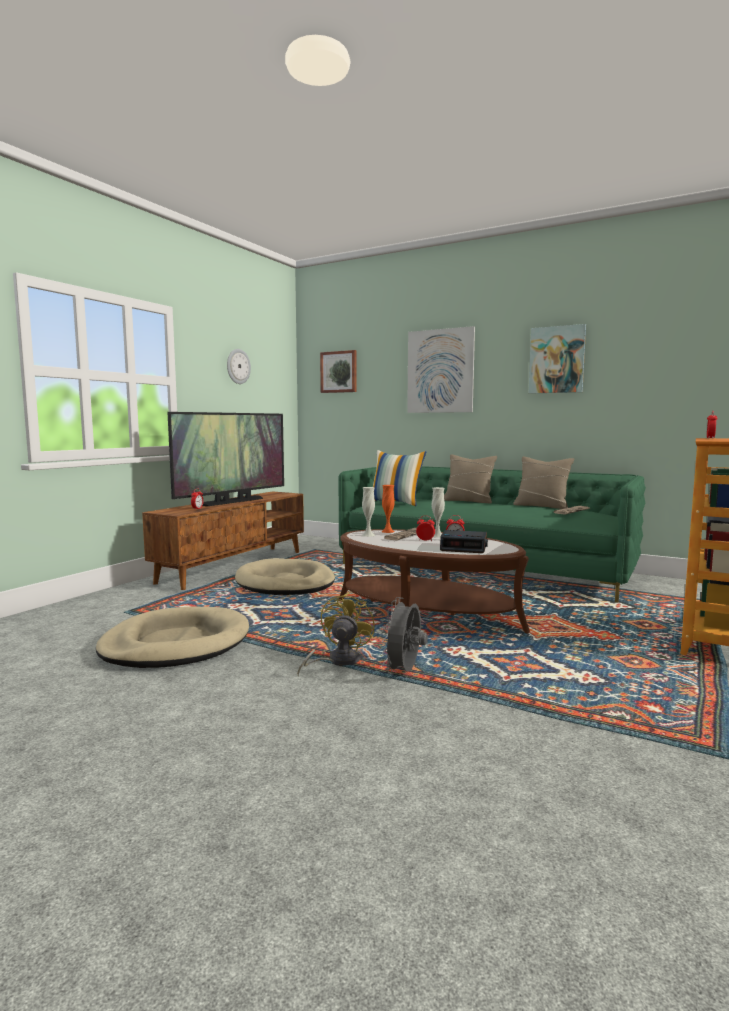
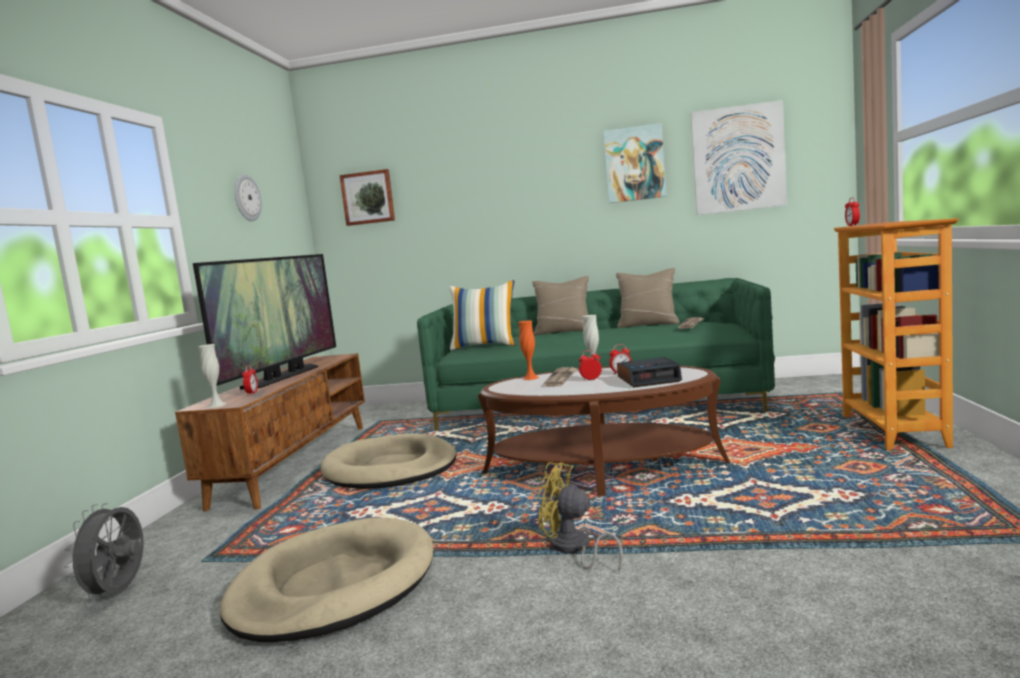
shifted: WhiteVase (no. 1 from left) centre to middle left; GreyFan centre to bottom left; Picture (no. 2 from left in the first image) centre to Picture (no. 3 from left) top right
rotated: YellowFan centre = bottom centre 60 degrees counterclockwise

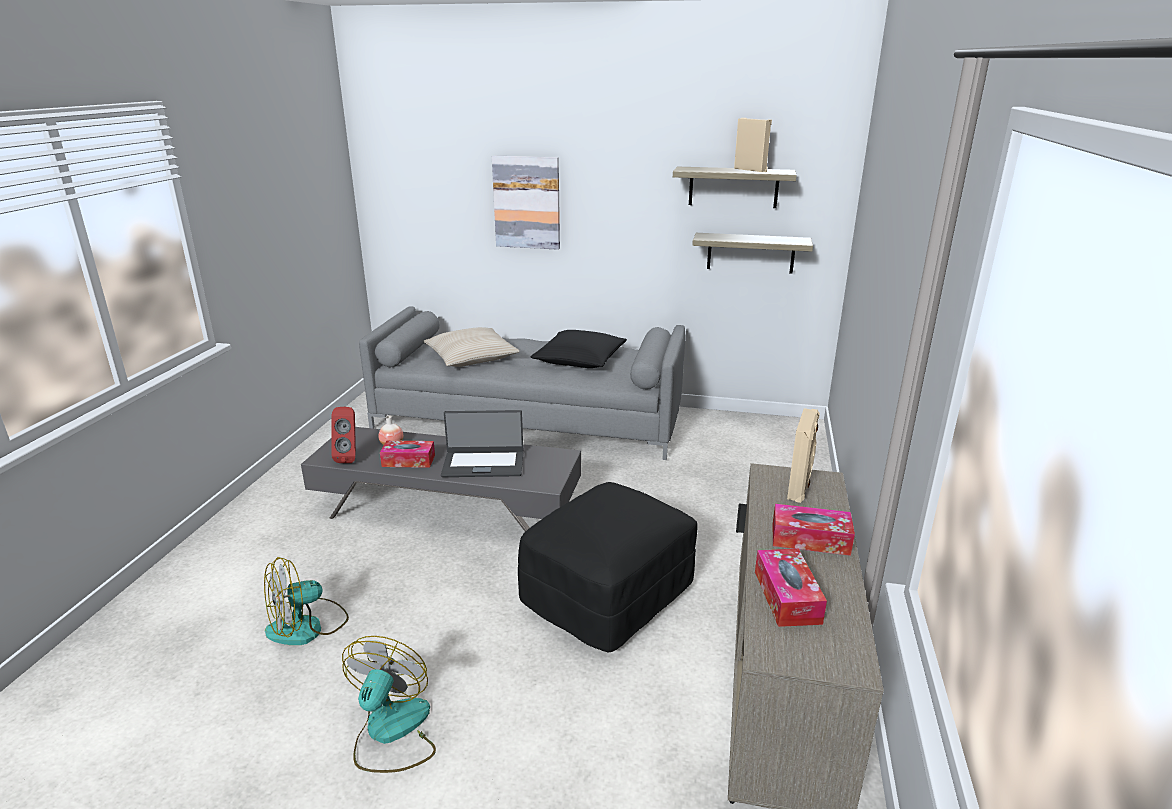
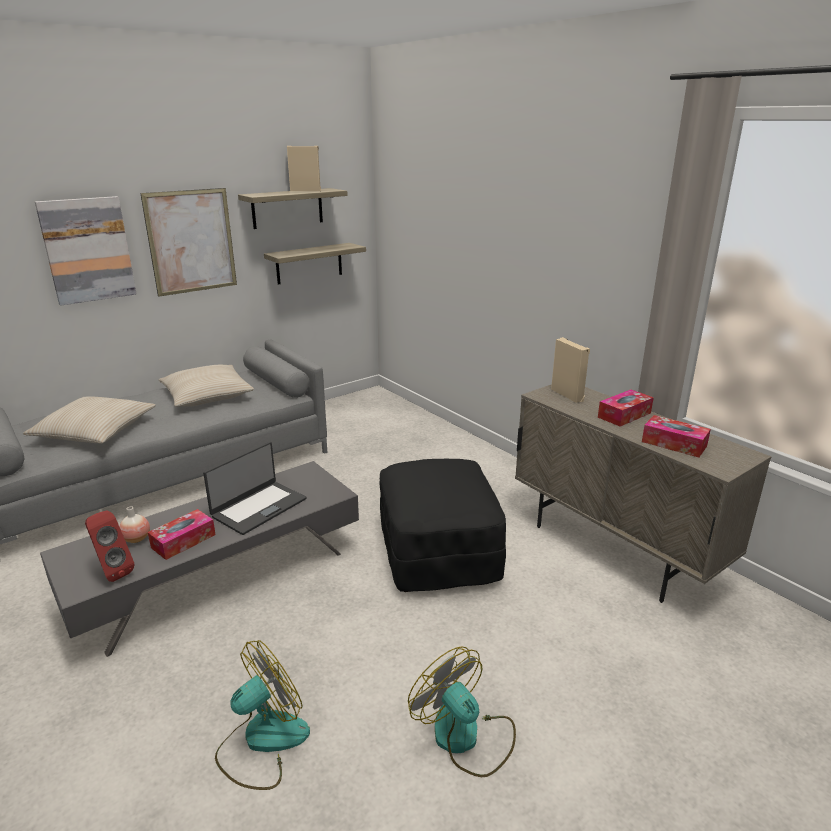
new: Picture (no. 2 from left) top left
repainted: BlackPillow centre to BeigePillow (no. 2 from left) middle left
rotated: Fan (no. 1 from left) bottom left = bottom left 135 degrees counterclockwise

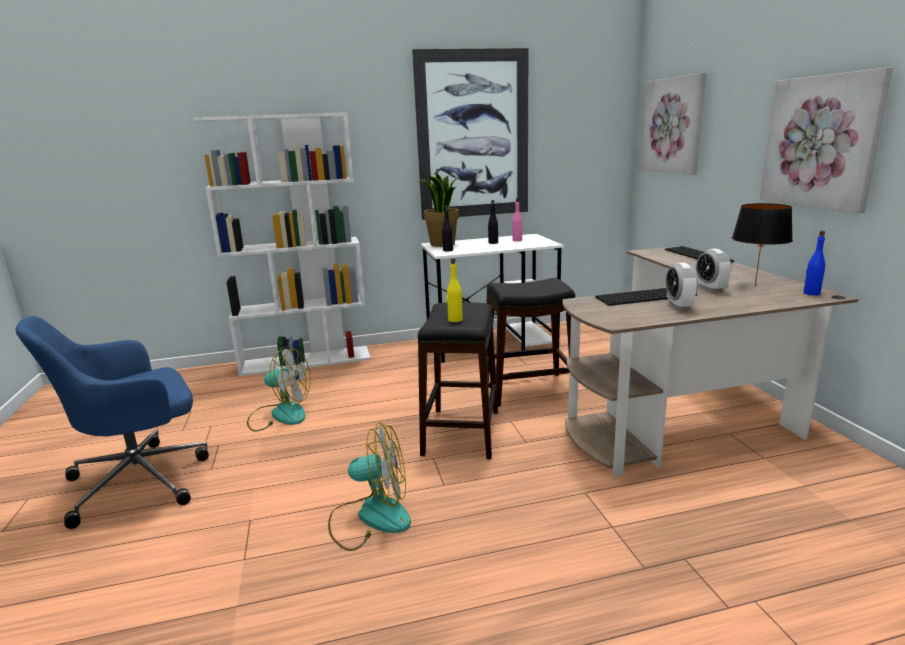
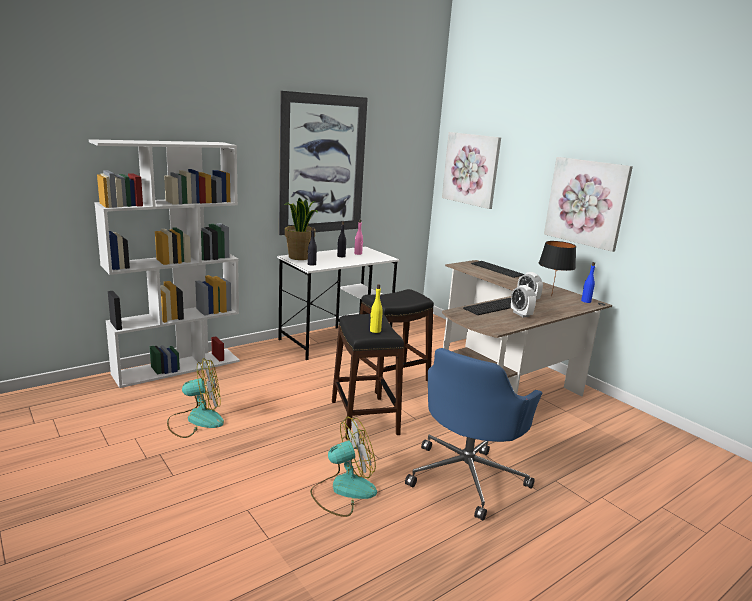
shifted: BlueOfficeChair middle left to bottom centre

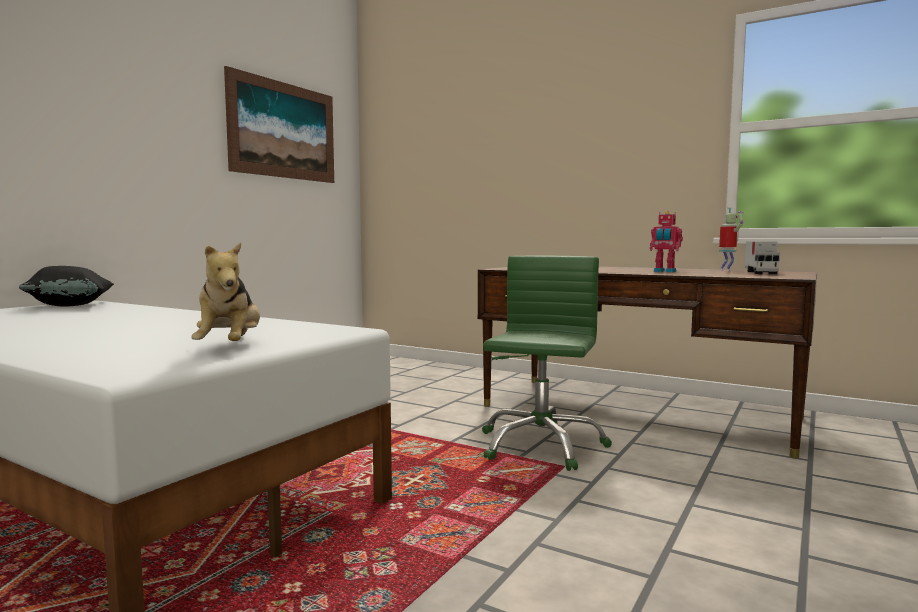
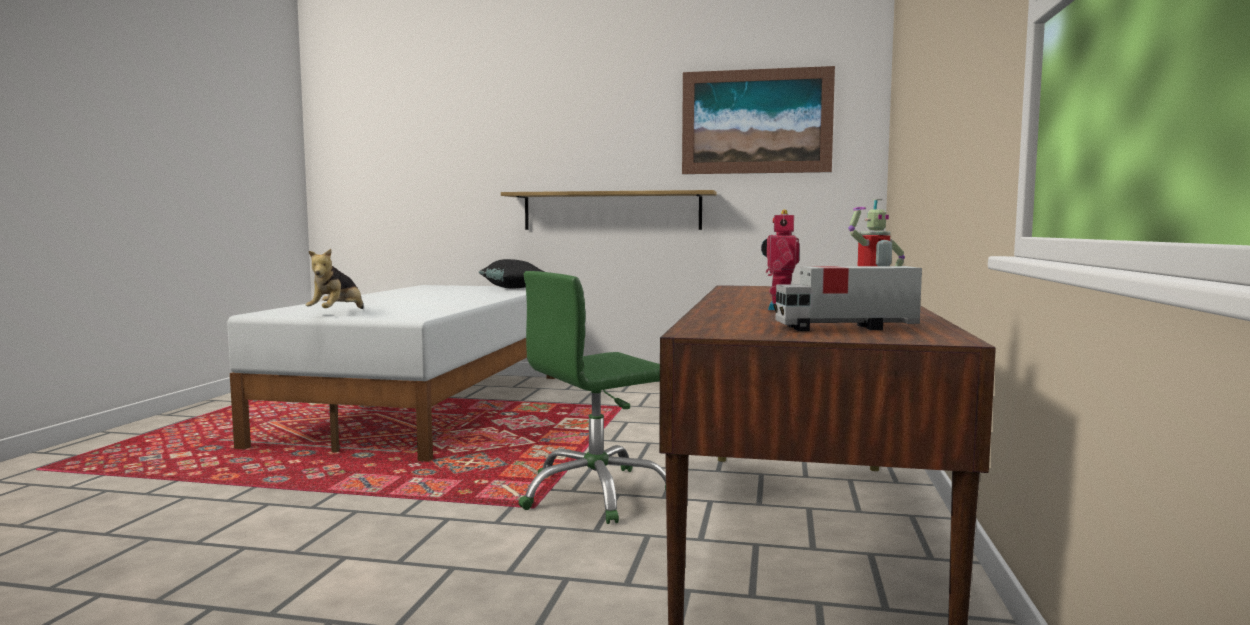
new: Shelf centre
rotated: PlushToy middle left = middle left 45 degrees counterclockwise; GreenOfficeChair centre = centre 150 degrees clockwise

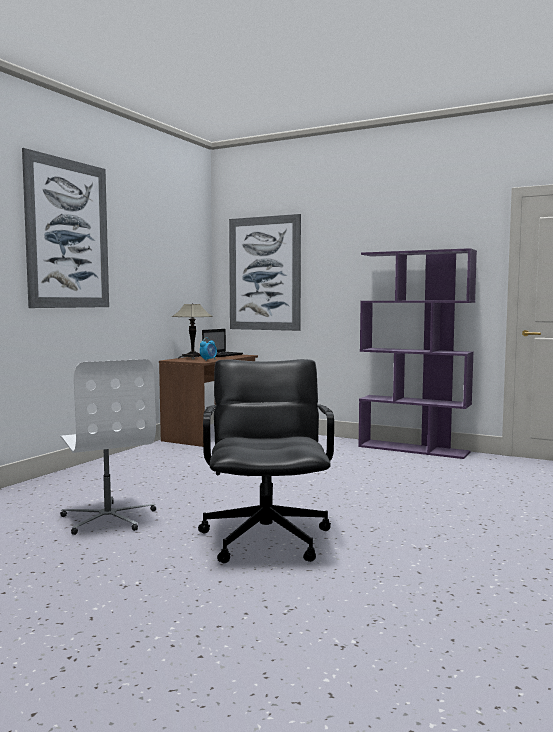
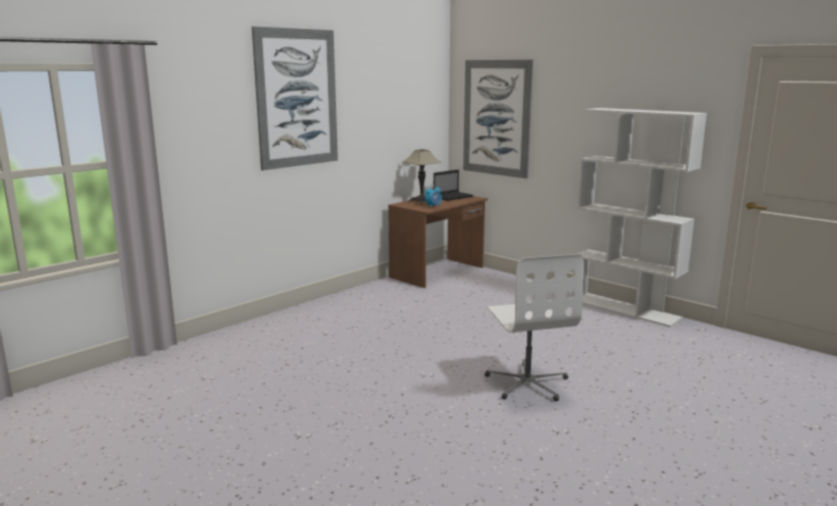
gone: BlackOfficeChair centre
shifted: WhiteOfficeChair middle left to centre
repainted: PurpleBookcase middle right to WhiteBookcase middle right

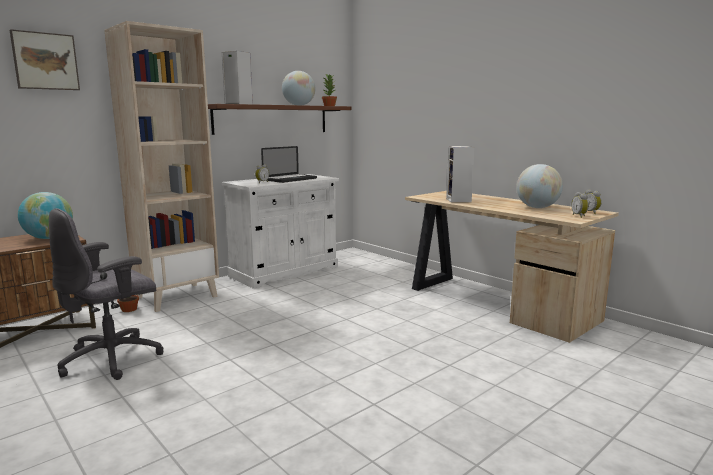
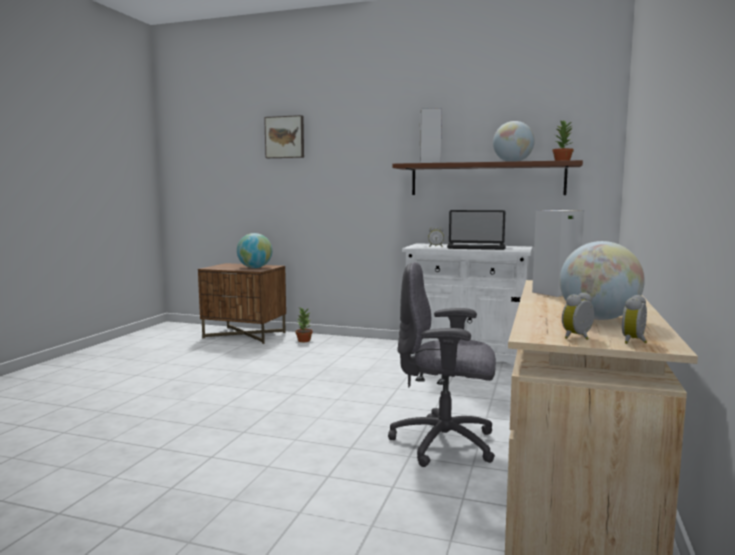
gone: BeigeBookcase middle left
shifted: GreyOfficeChair middle left to centre

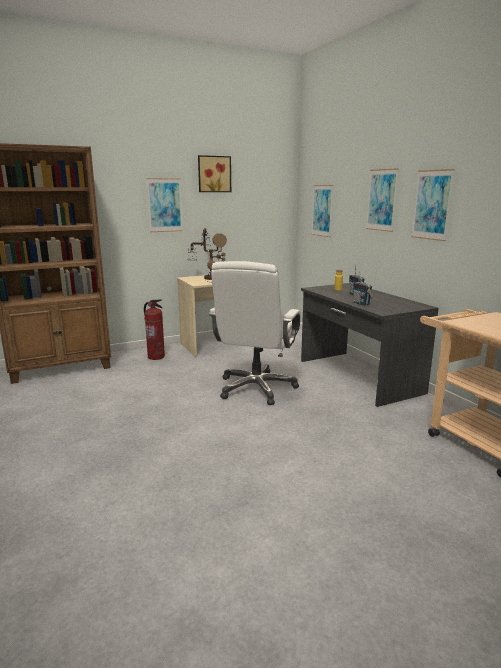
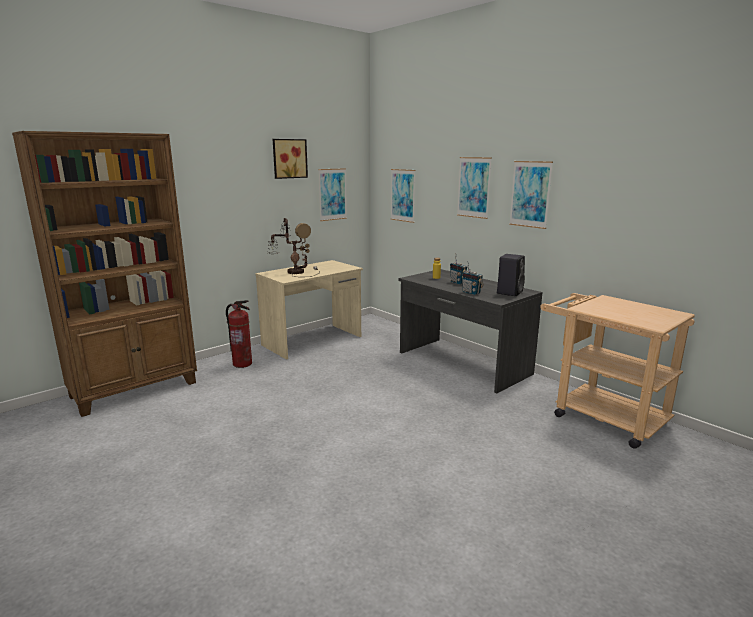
gone: WhiteOfficeChair centre
new: BlackSpeaker middle right
shifted: Picture (no. 1 from left in the first image) top left to Picture (no. 2 from left) top centre

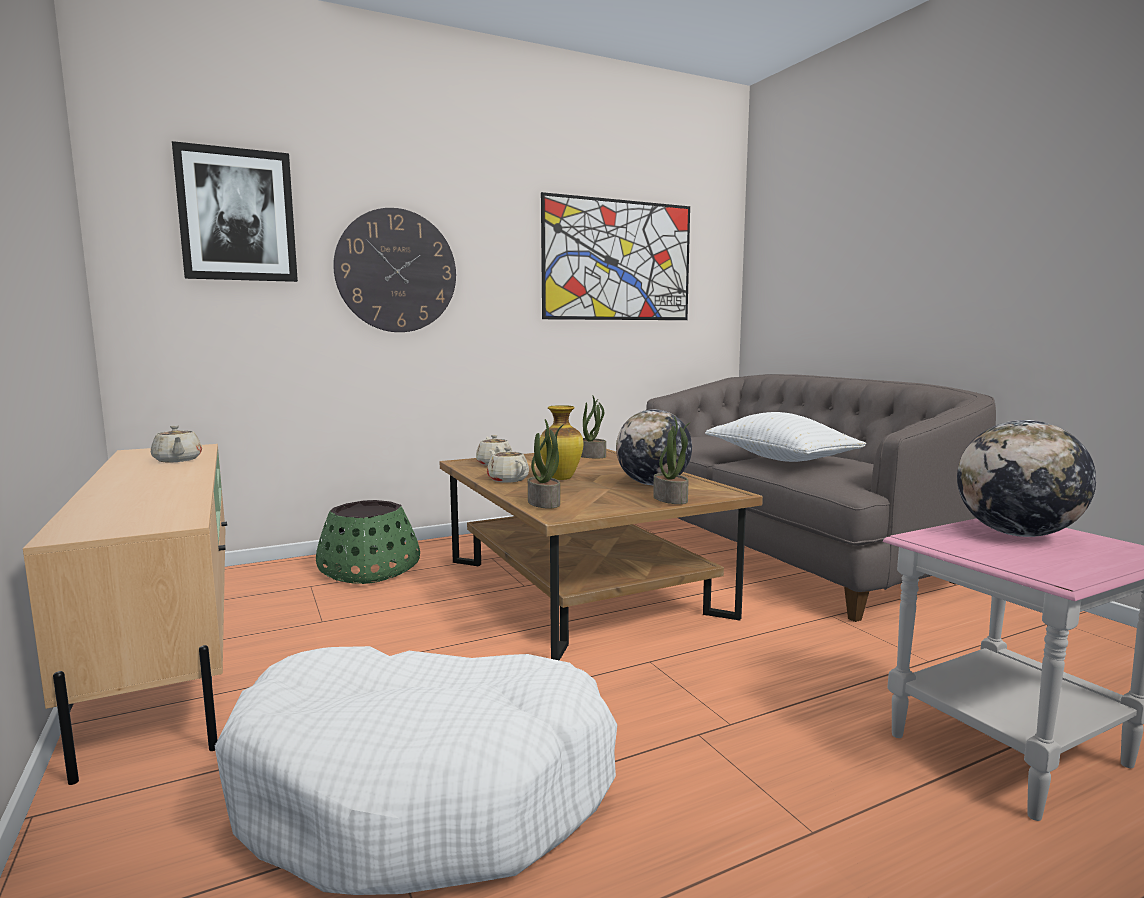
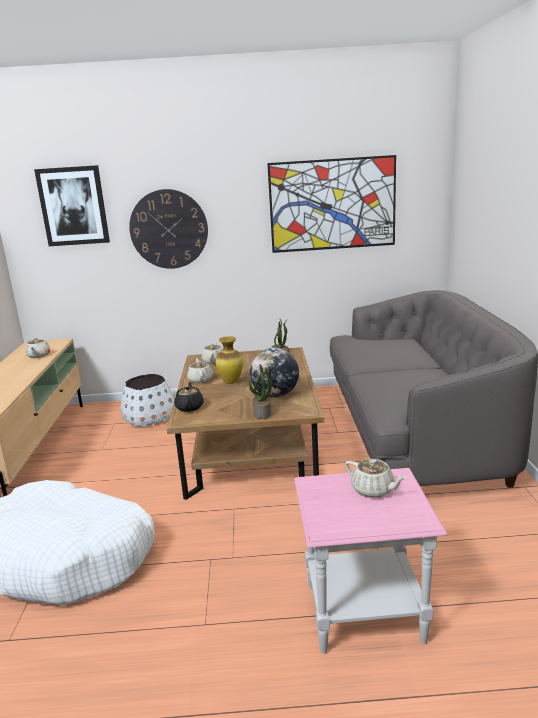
gone: WhitePillow middle right
swapped: PottedPlant (no. 1 from left) centre to BlackTeapot centre; Globe (no. 2 from left) middle right to BeigeTeapot (no. 4 from left) middle right
repainted: GreenPlanter middle left to WhitePlanter middle left

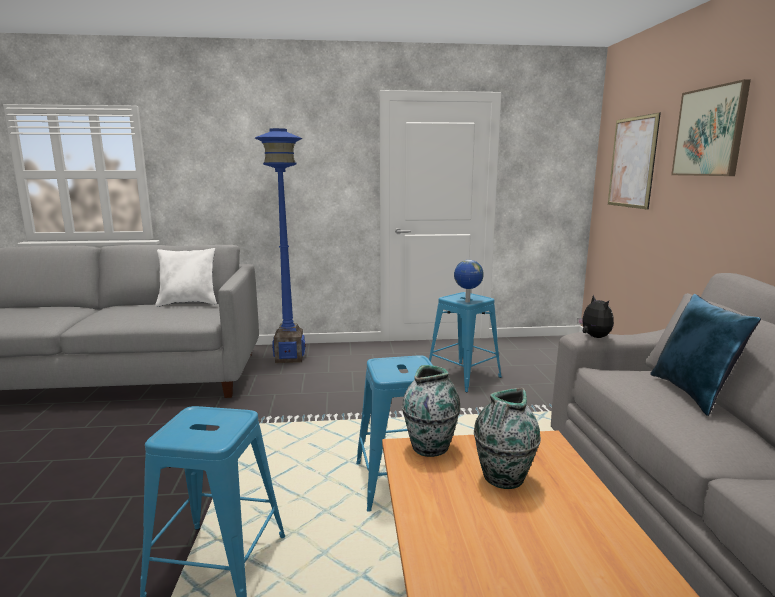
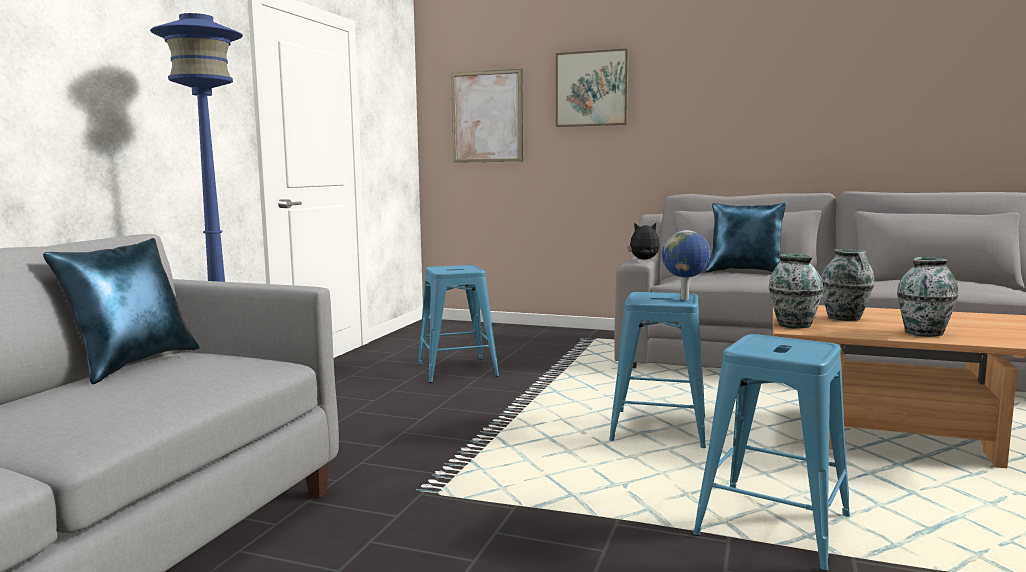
new: Vase (no. 3 from left) middle right
shifted: Globe centre to middle right
repainted: WhitePillow middle left to BluePillow (no. 1 from left) middle left

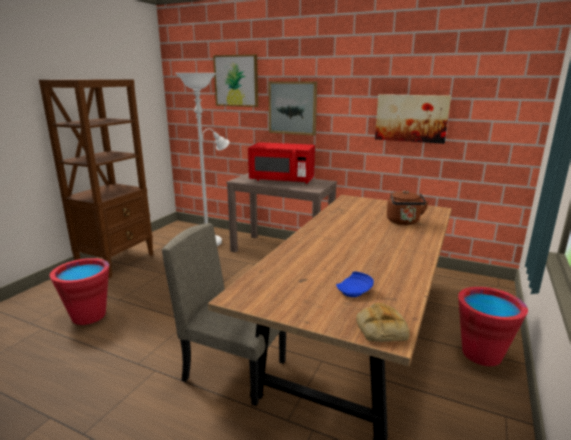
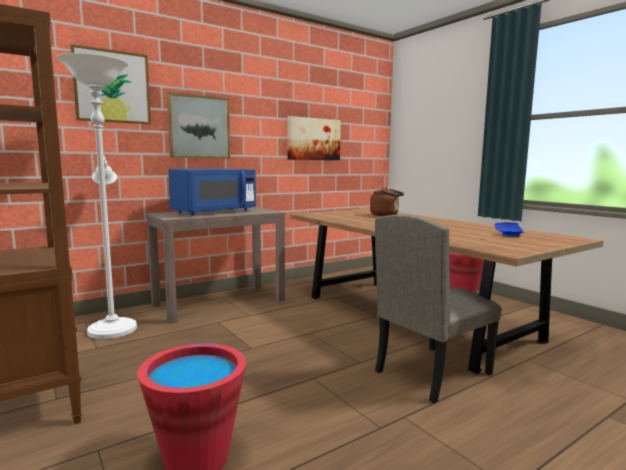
gone: Bread bottom right
repainted: RedMicrowave centre to BlueMicrowave centre

